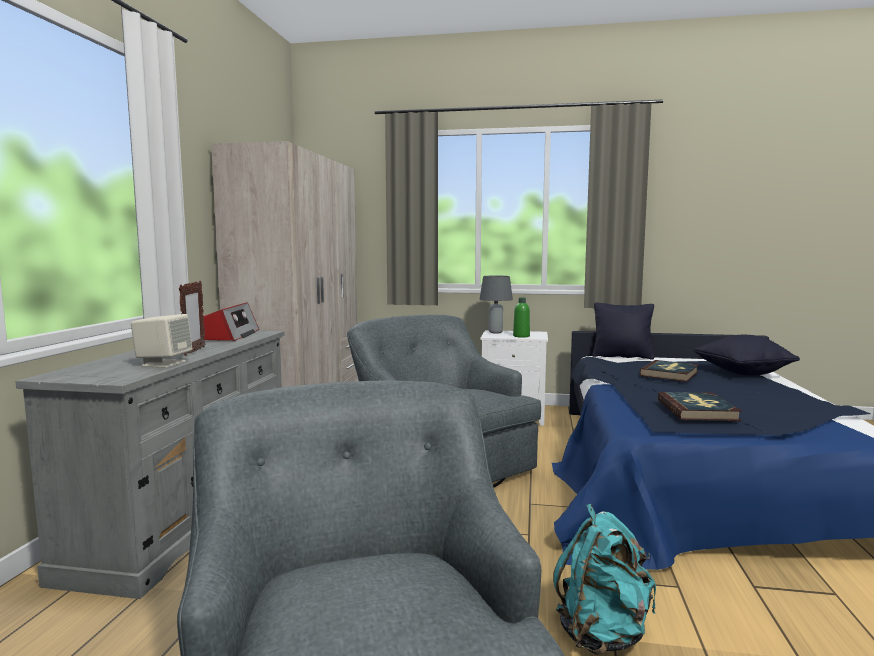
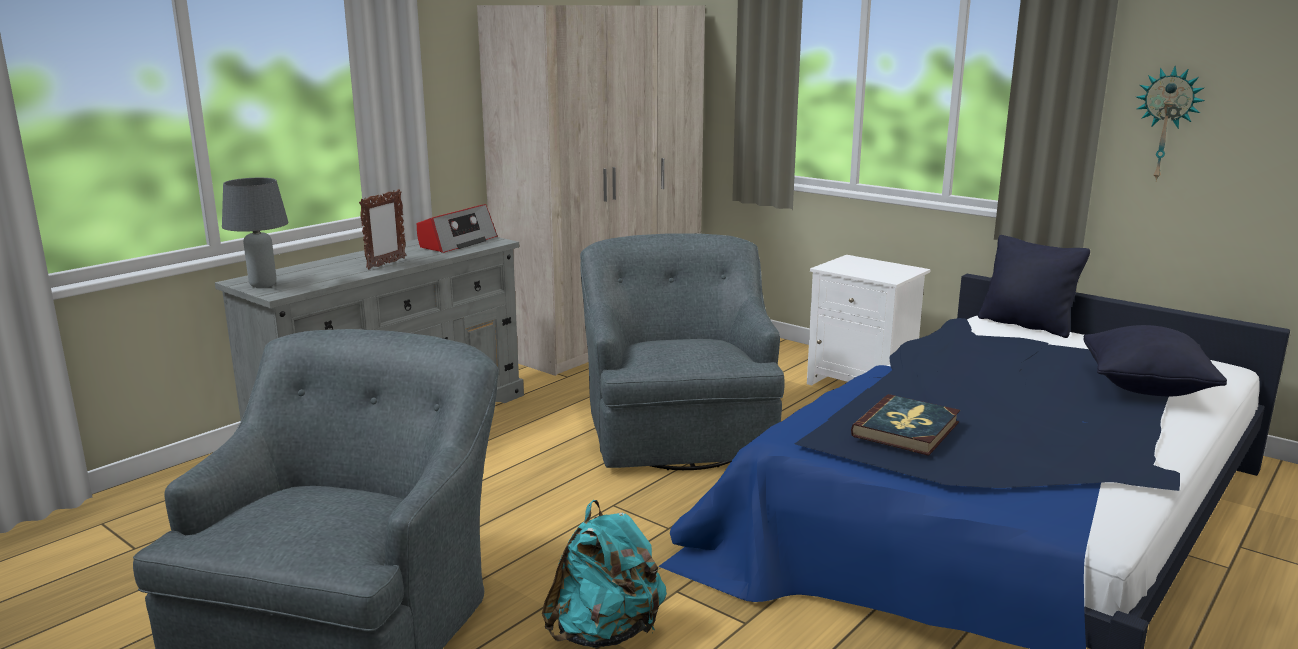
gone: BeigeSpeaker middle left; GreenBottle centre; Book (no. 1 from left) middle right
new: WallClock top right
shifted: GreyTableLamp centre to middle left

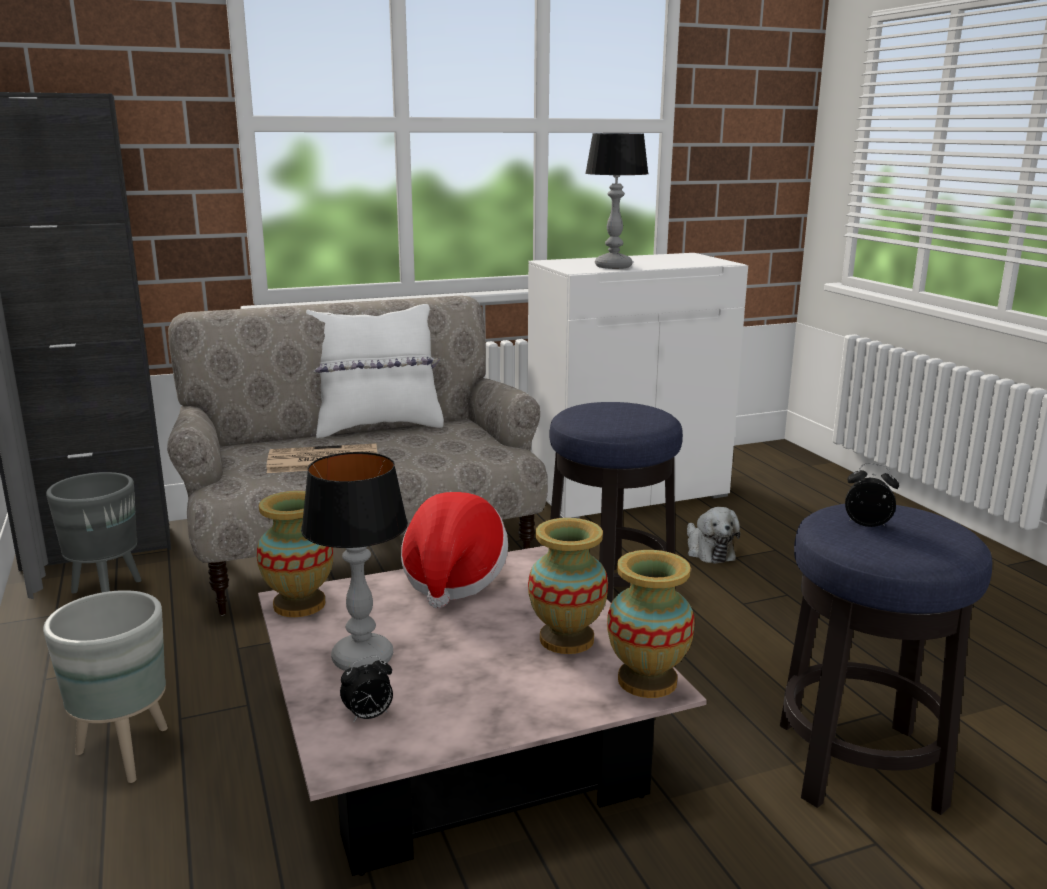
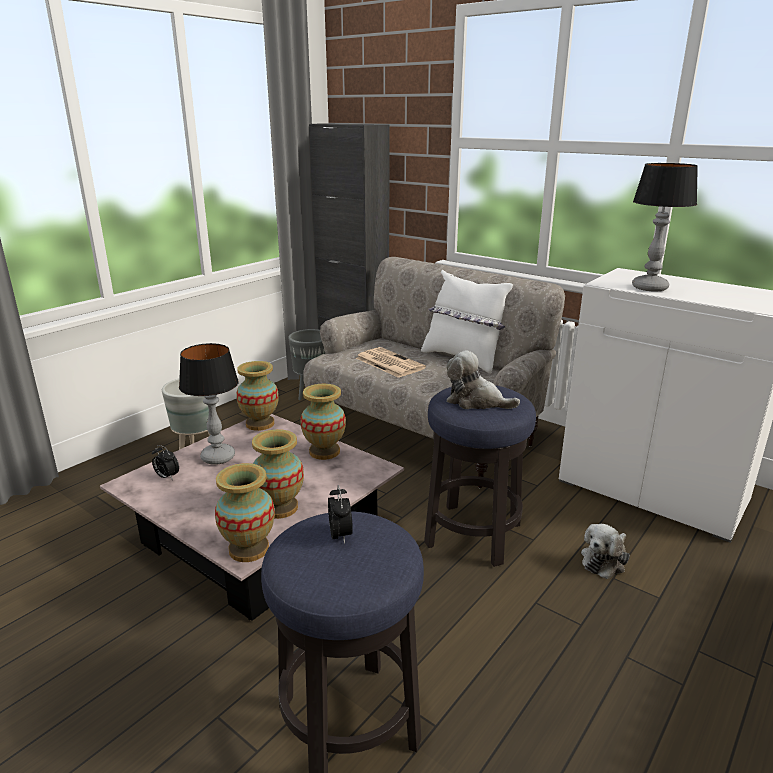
new: PlushToy (no. 1 from left) centre
swapped: Hat centre to Vase (no. 4 from left) centre

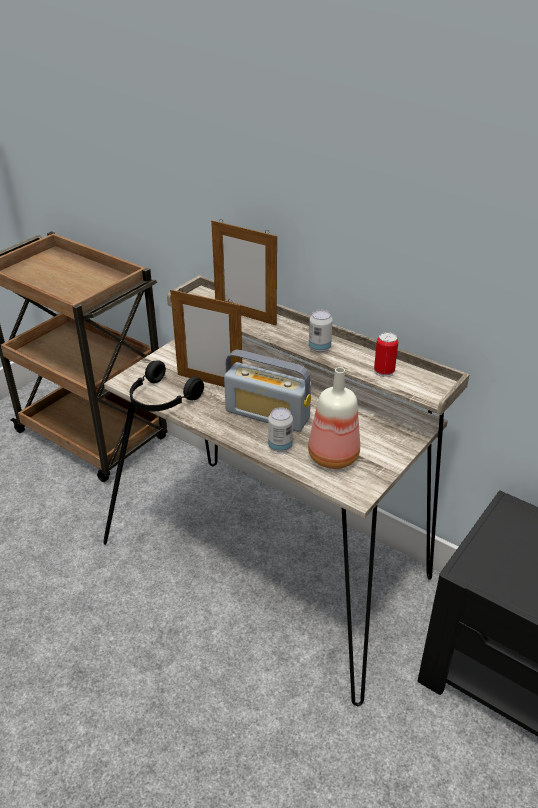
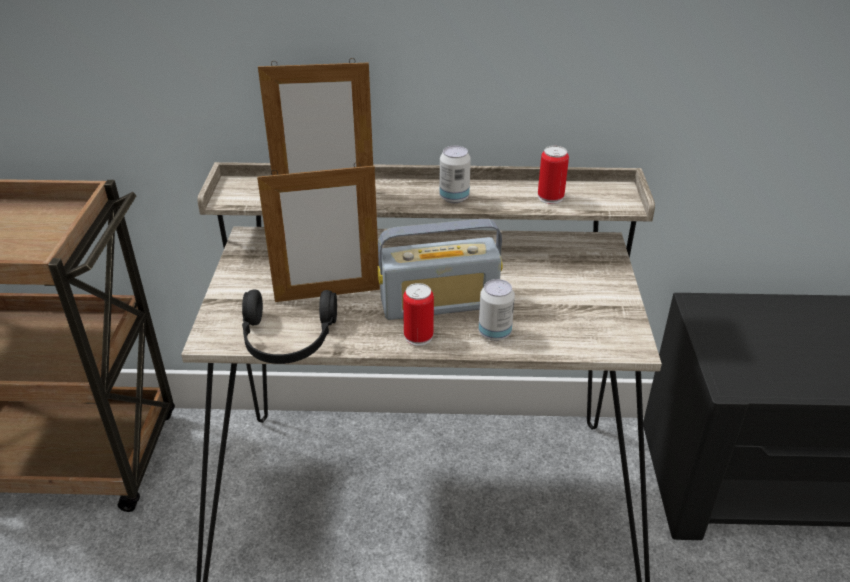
gone: Bottle centre
new: Can (no. 1 from left) centre

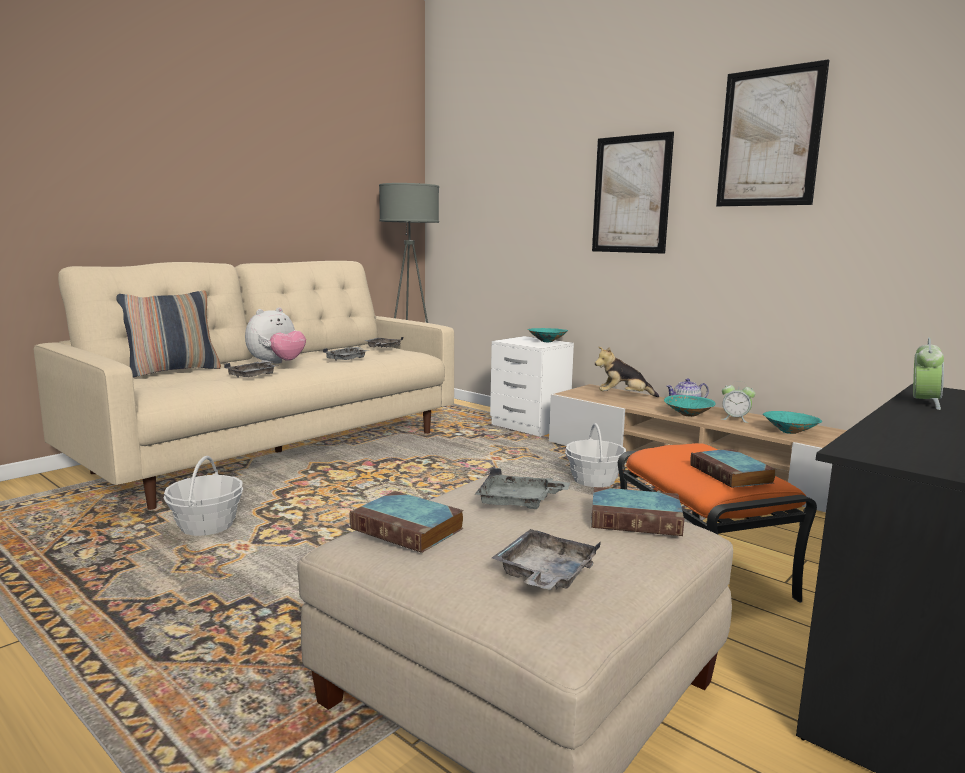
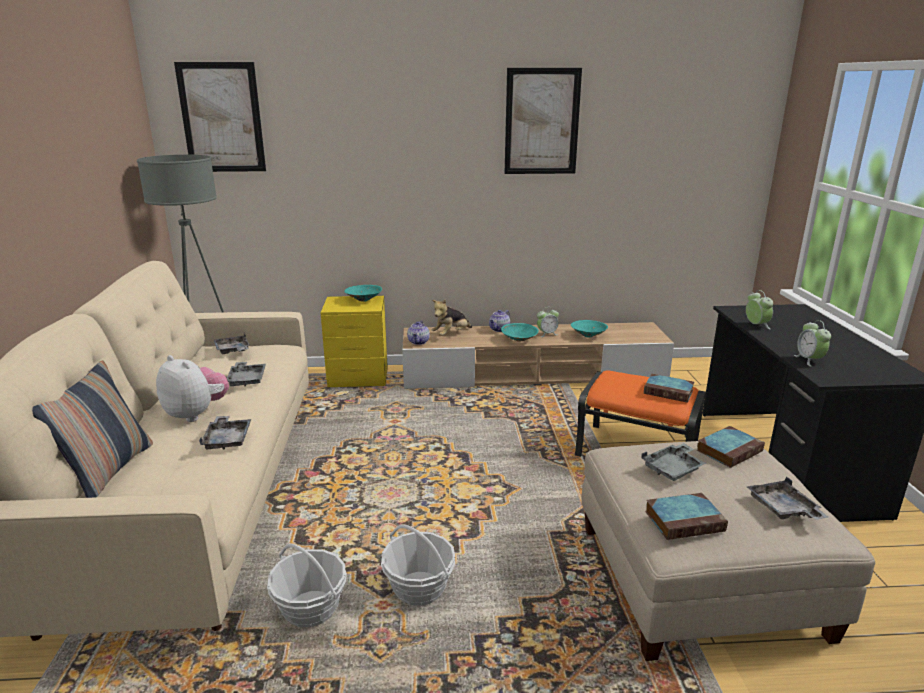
new: Teapot (no. 1 from left) centre; AlarmClock (no. 3 from left) middle right
shifted: Basket (no. 2 from left) centre to bottom centre; Picture (no. 1 from left) top centre to top left
repainted: WhiteNightstand centre to YellowNightstand centre
rotated: PlushToy (no. 1 from left) middle left = middle left 45 degrees counterclockwise

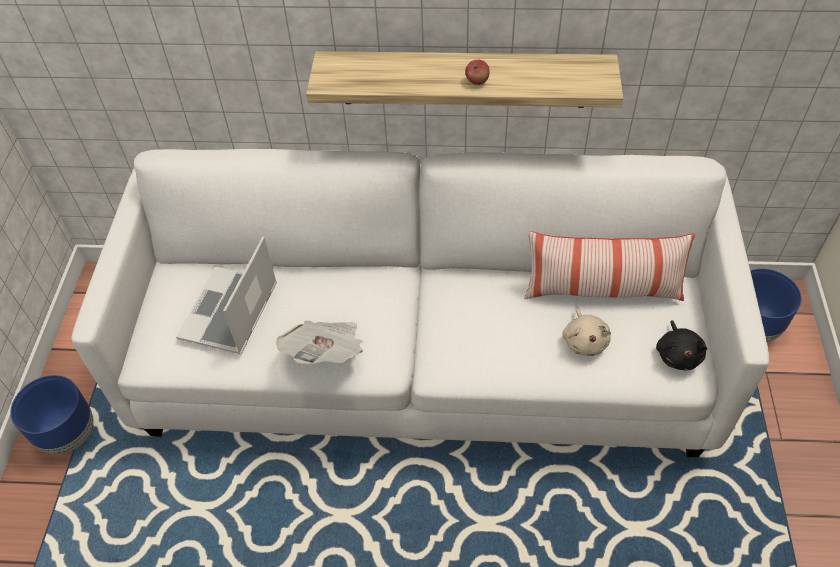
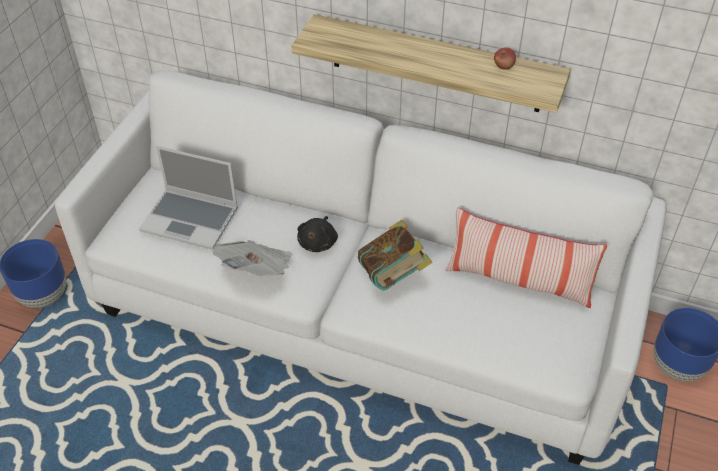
gone: BeigePlushToy middle right
new: Book centre
shifted: Apple top centre to top right; BlackPlushToy middle right to centre
rotated: Laptop middle left = middle left 105 degrees counterclockwise

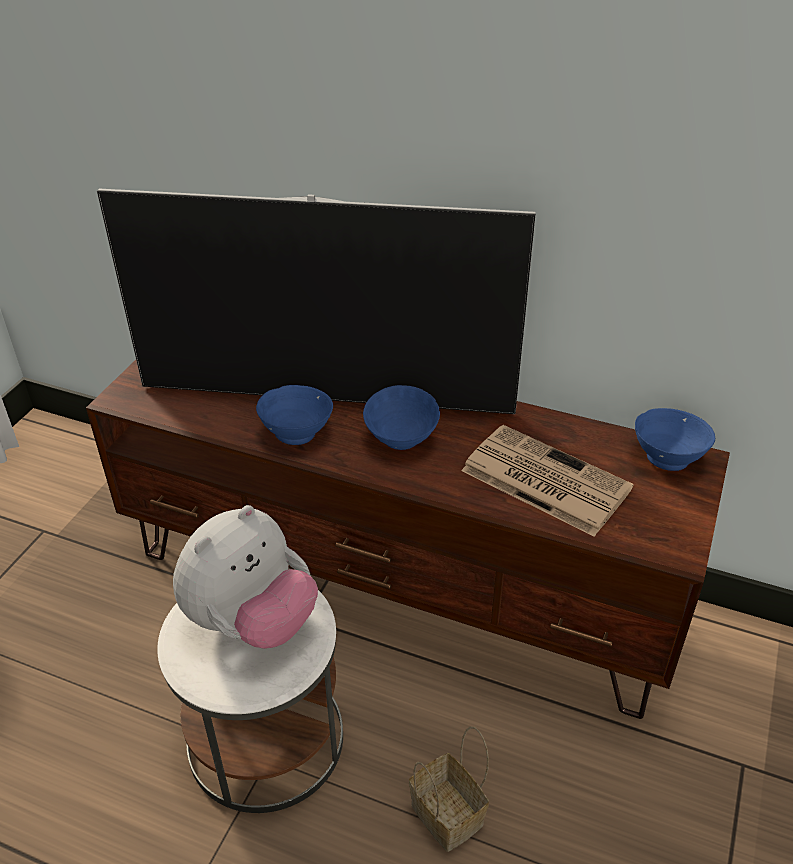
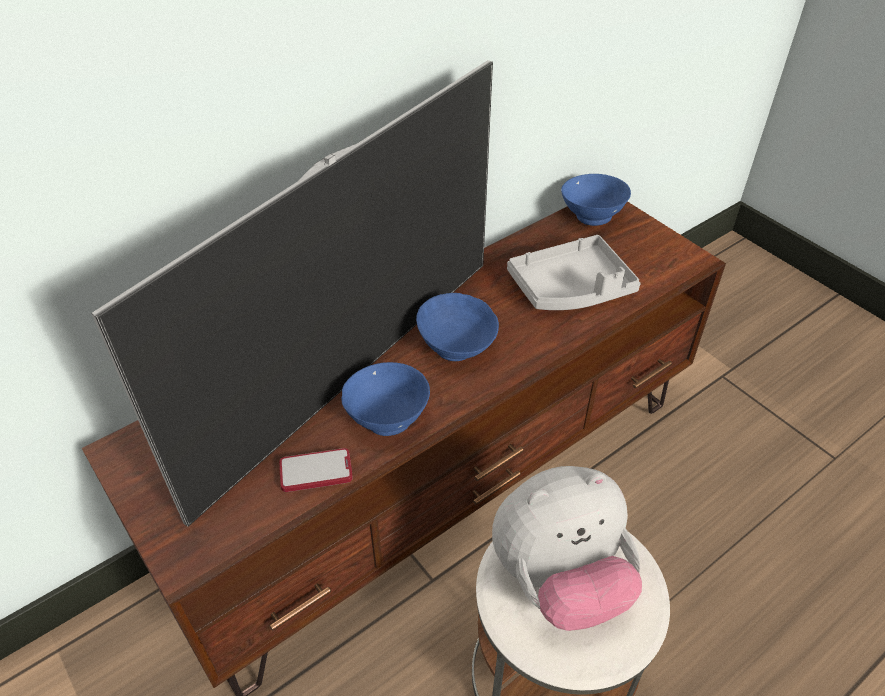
gone: Basket bottom centre
new: Phone bottom centre
swapped: Newspaper middle right to GreyTray centre
rotated: PlushToy bottom left = bottom centre 90 degrees clockwise

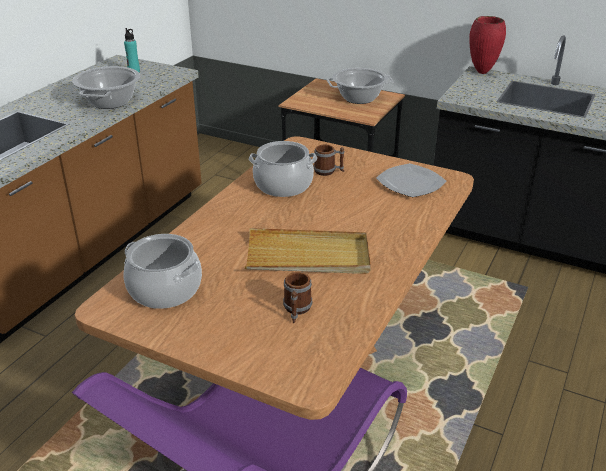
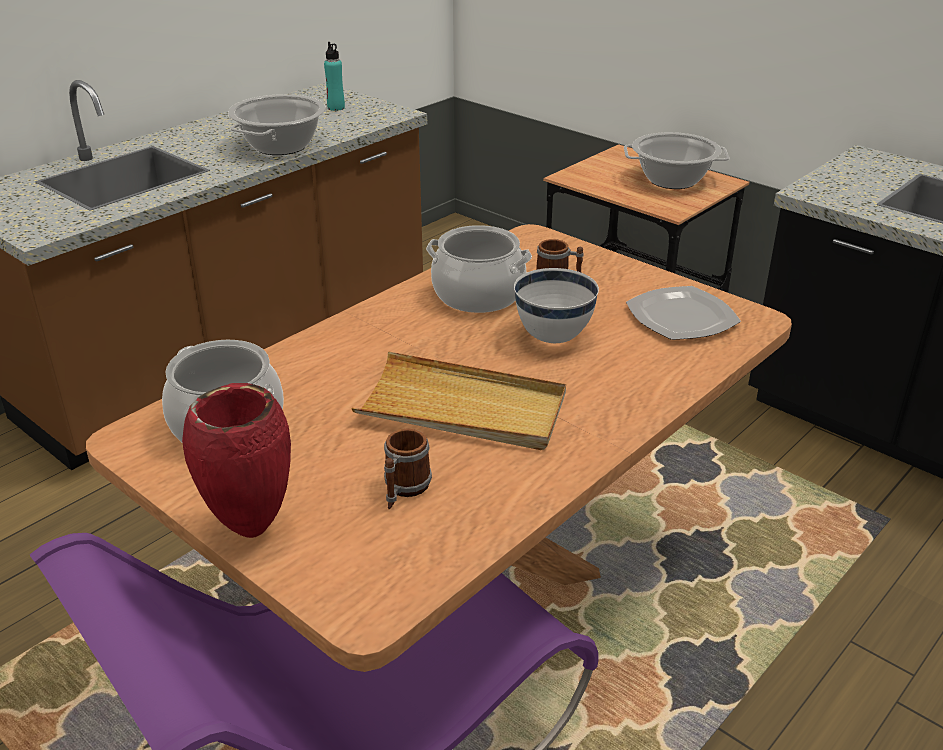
new: WhiteBowl centre
shifted: RedVase top right to middle left

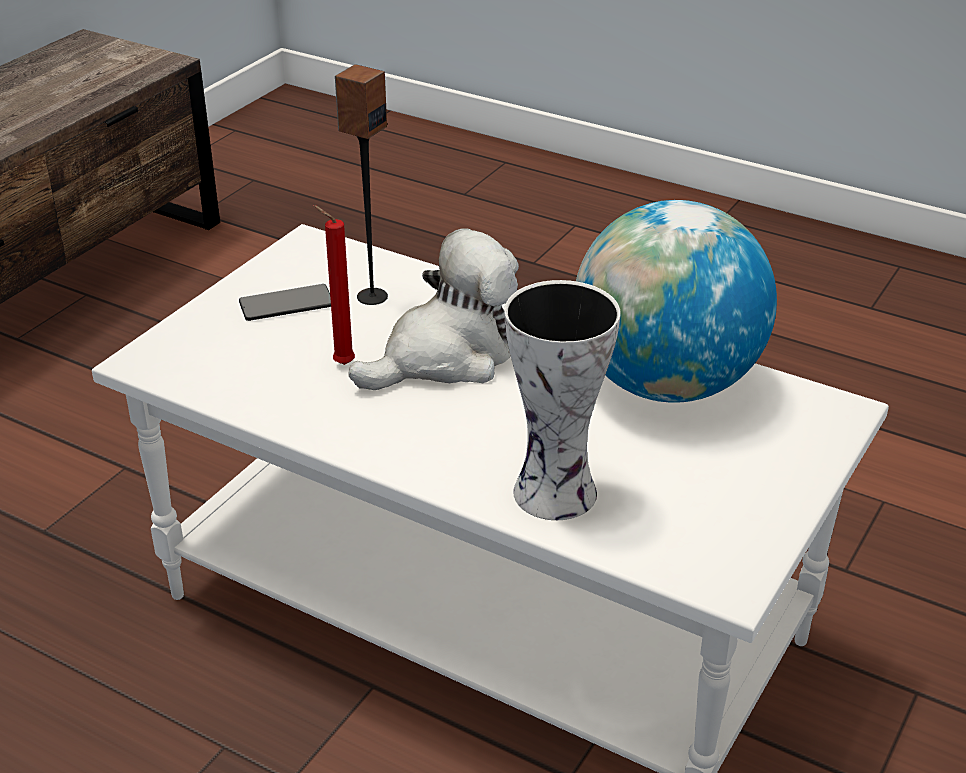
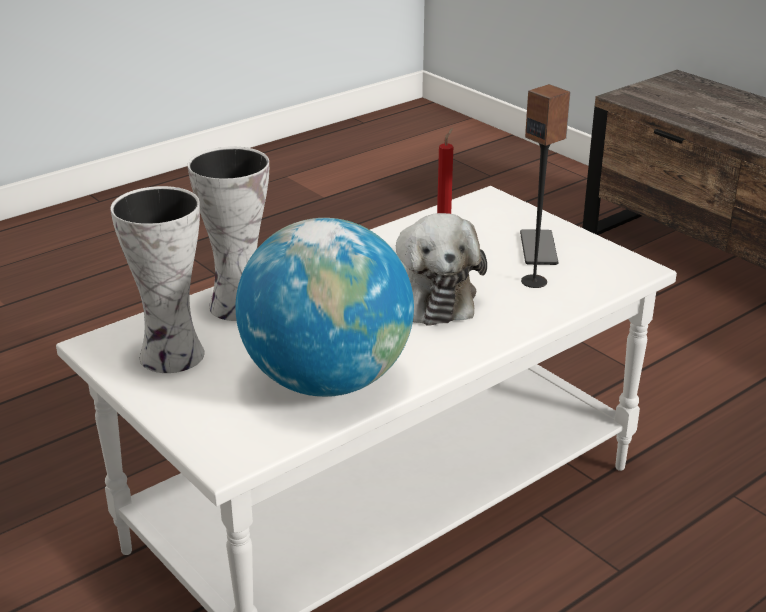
new: Vase (no. 1 from left) middle left

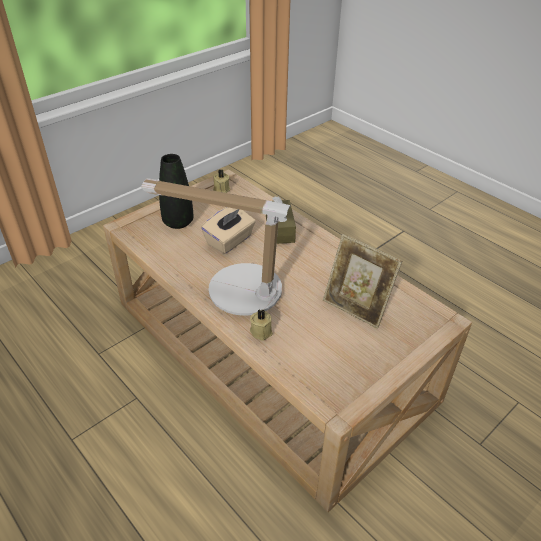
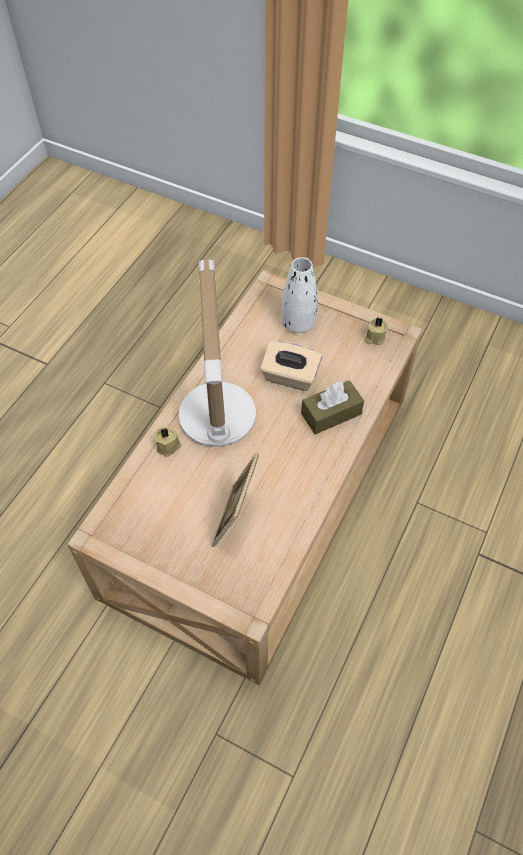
repainted: BlackVase middle left to WhiteVase centre

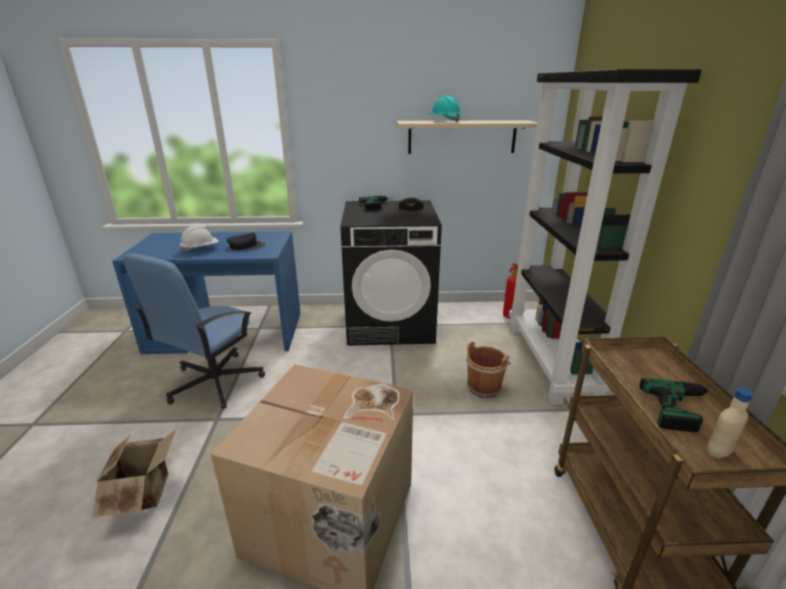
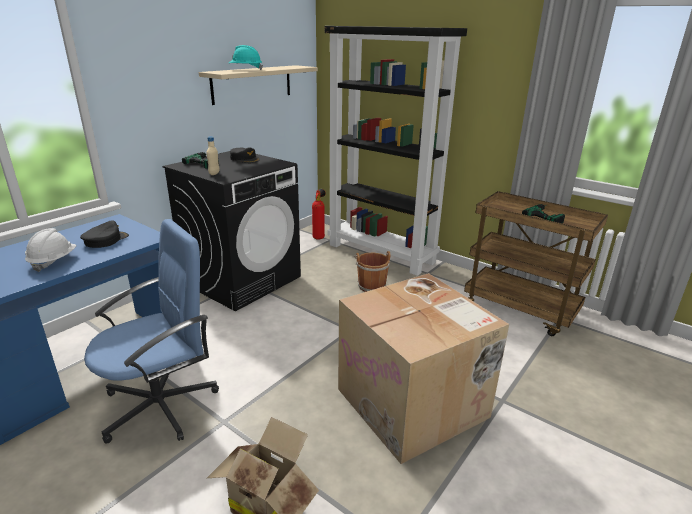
shifted: BeigeBottle bottom right to top left
rotated: BlueOfficeChair middle left = middle left 105 degrees counterclockwise

